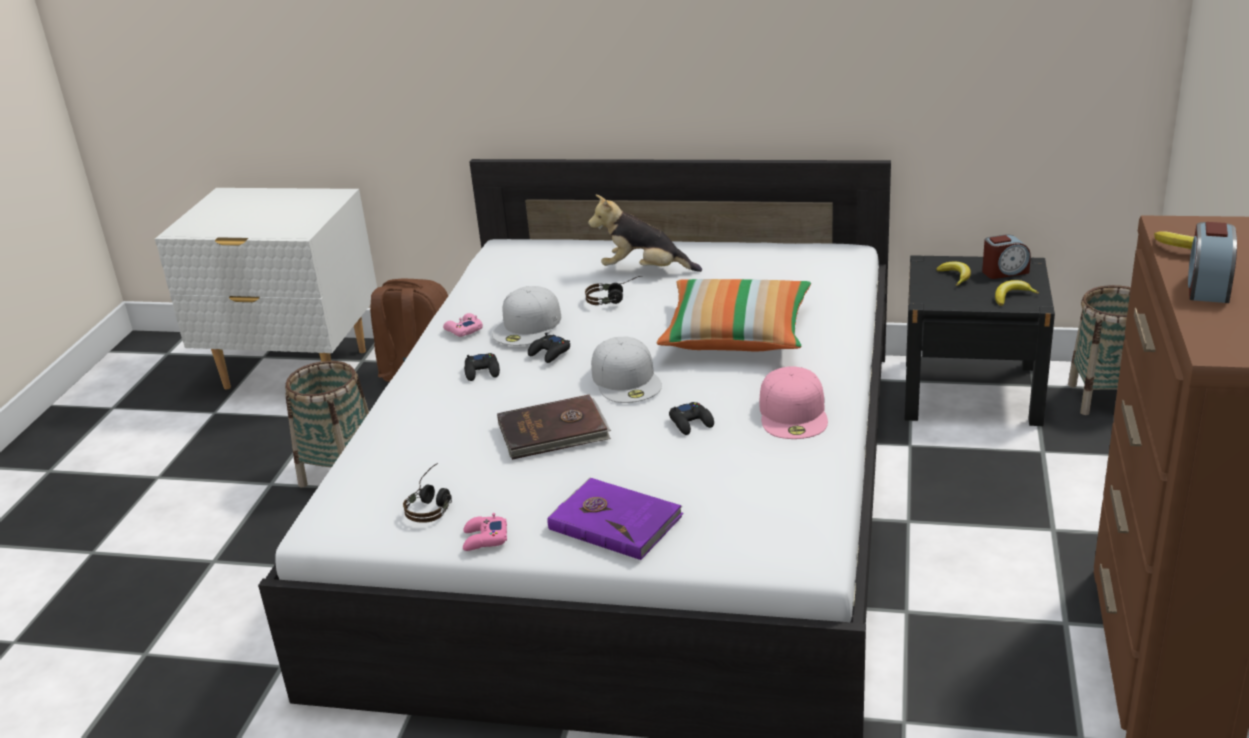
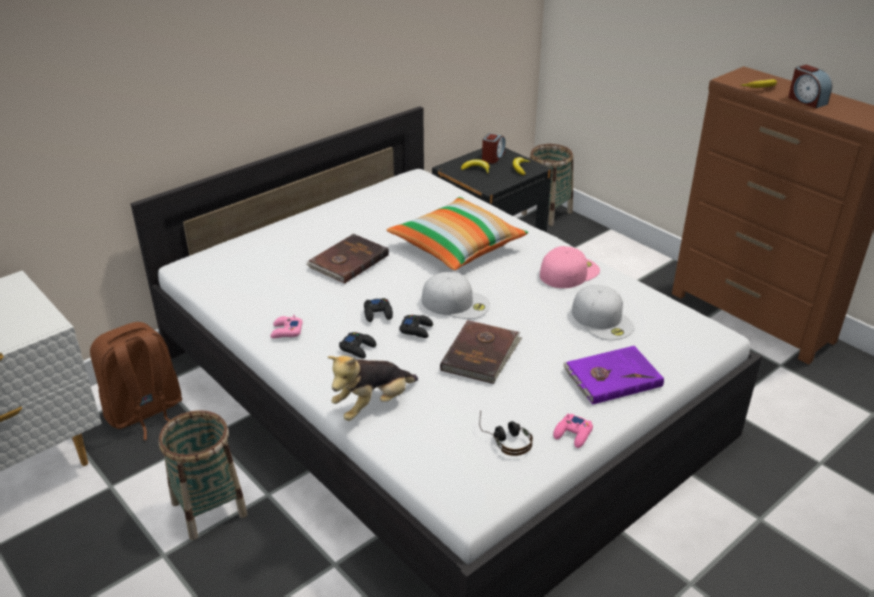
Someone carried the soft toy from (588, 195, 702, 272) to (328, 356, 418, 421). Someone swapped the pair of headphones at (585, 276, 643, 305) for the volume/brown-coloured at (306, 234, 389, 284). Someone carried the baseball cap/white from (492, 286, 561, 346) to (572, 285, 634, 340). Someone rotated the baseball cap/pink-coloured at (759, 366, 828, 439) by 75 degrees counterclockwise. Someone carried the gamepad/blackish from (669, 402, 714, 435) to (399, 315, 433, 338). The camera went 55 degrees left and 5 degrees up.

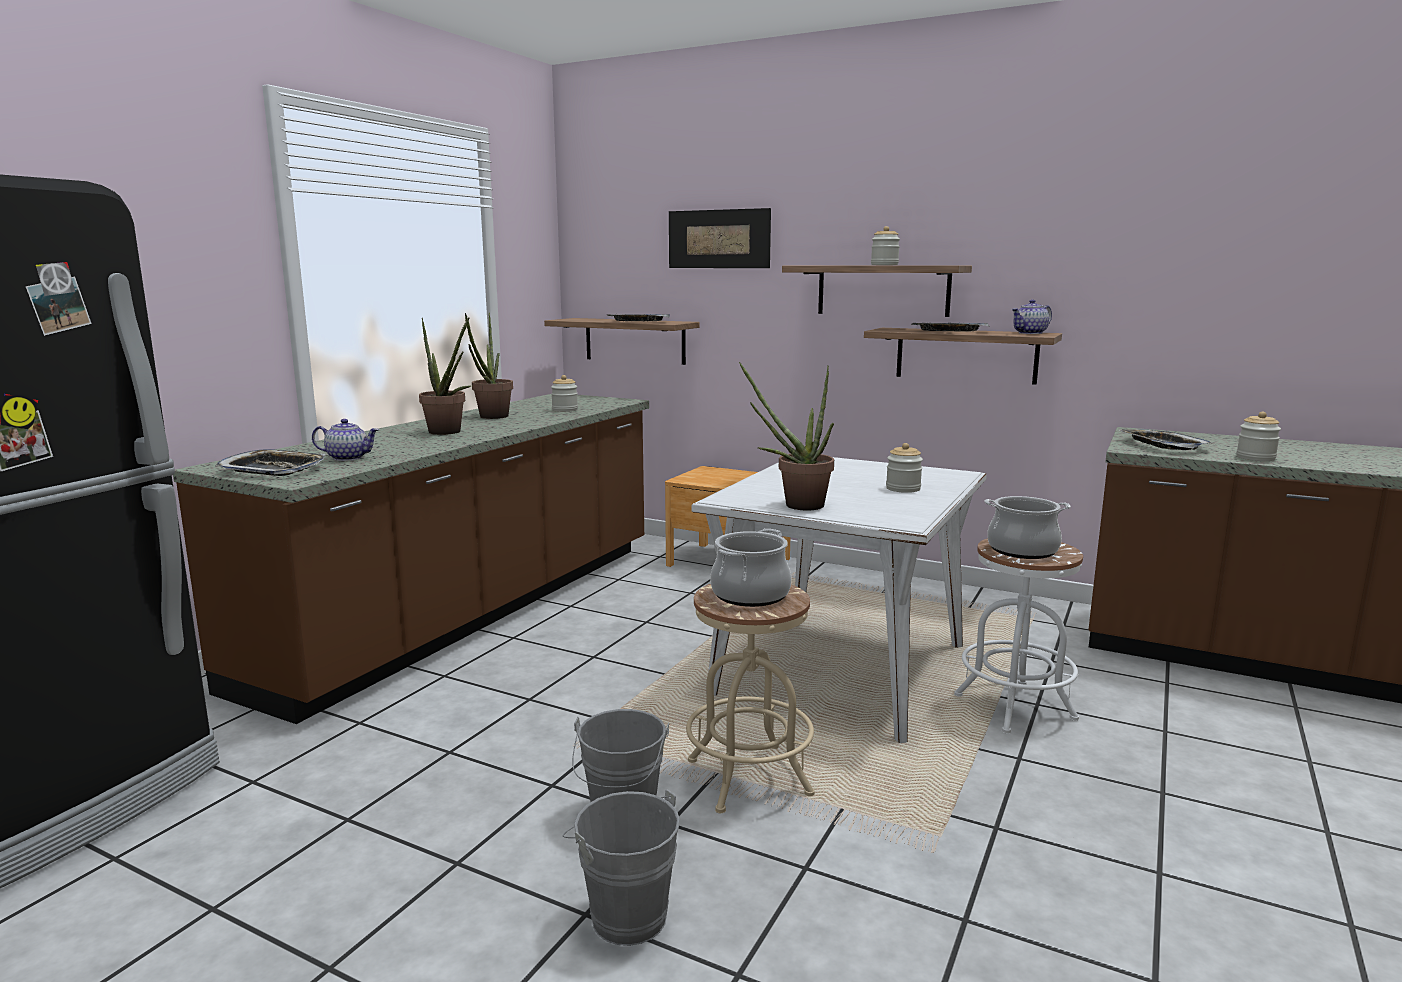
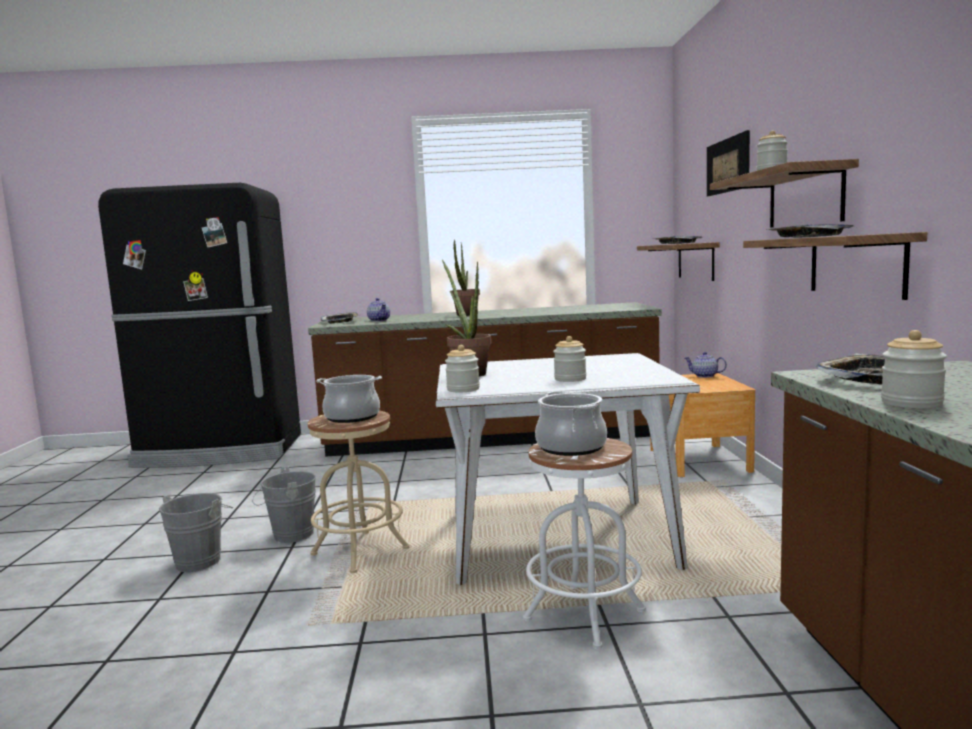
Someone carried the teapot from (1011, 300, 1052, 334) to (685, 352, 727, 378). Someone took away the plant in a pot at (465, 313, 513, 419). Someone carried the jar from (551, 375, 578, 412) to (445, 345, 480, 392). The camera went 60 degrees right and 5 degrees down.

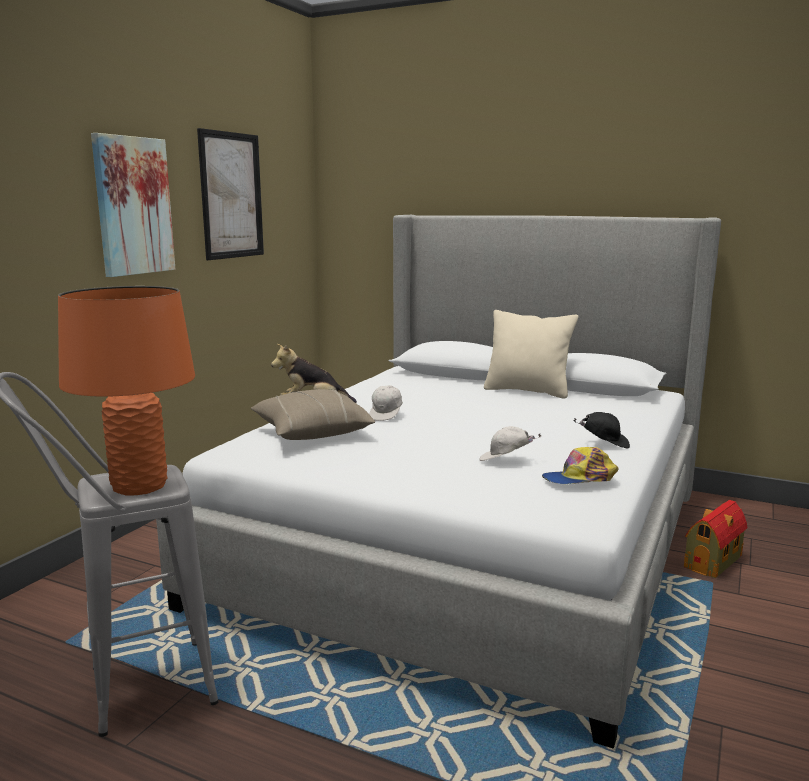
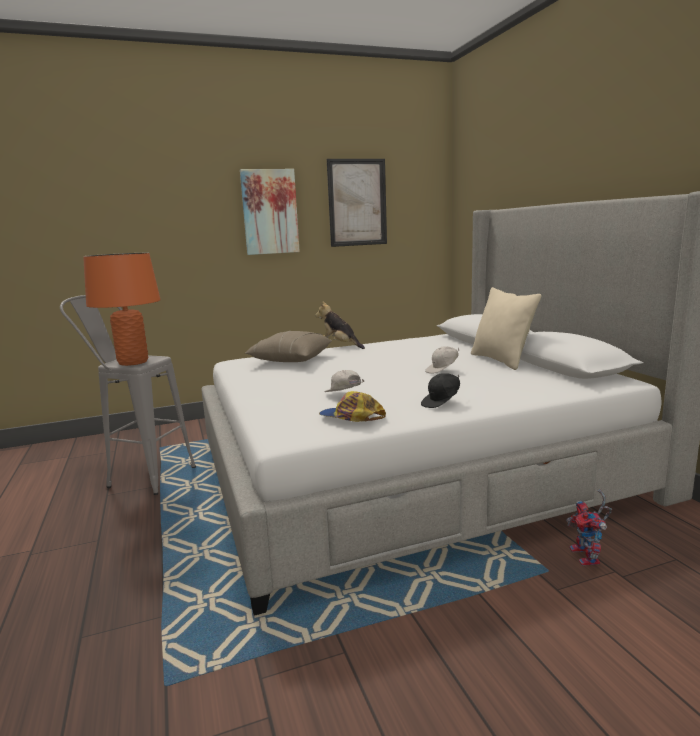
Someone carried the baseball cap/white from (369, 385, 403, 421) to (425, 346, 459, 374). Someone rotated the baseball cap/blackish at (574, 412, 630, 449) by 90 degrees clockwise. Someone swapped the miniature house at (684, 500, 747, 578) for the toy robot at (566, 489, 612, 566). The camera went 45 degrees right and 0 degrees up.

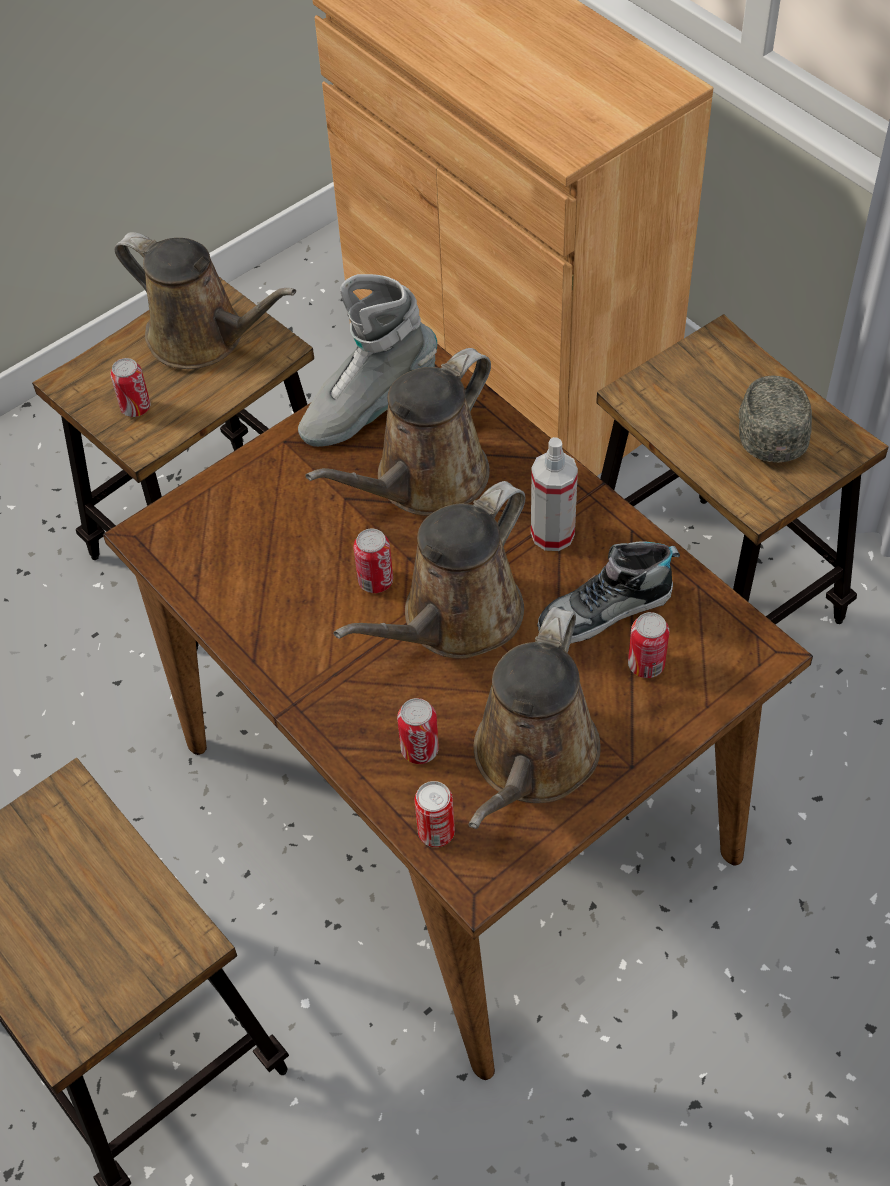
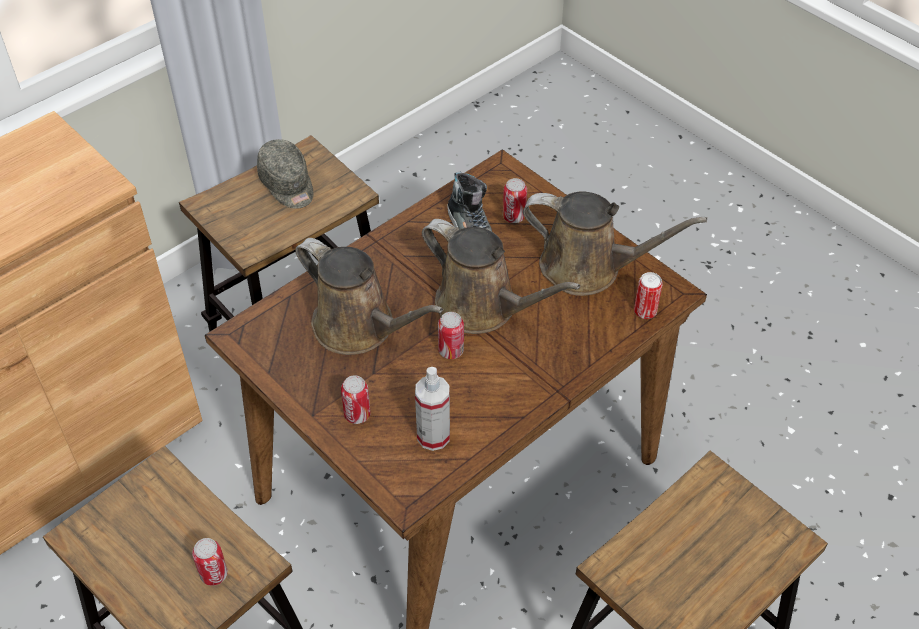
Someone took away the watering pot/brown-coloured at (115, 232, 296, 369). Someone took away the tall boot/gray at (298, 274, 437, 447). Someone rotated the baseball cap/gray at (739, 375, 812, 463) by 120 degrees counterclockwise. Someone carried the spray bottle from (531, 437, 578, 551) to (415, 367, 450, 451). Someone carried the can from (397, 698, 439, 764) to (341, 375, 371, 424). The camera went 95 degrees left and 5 degrees down.

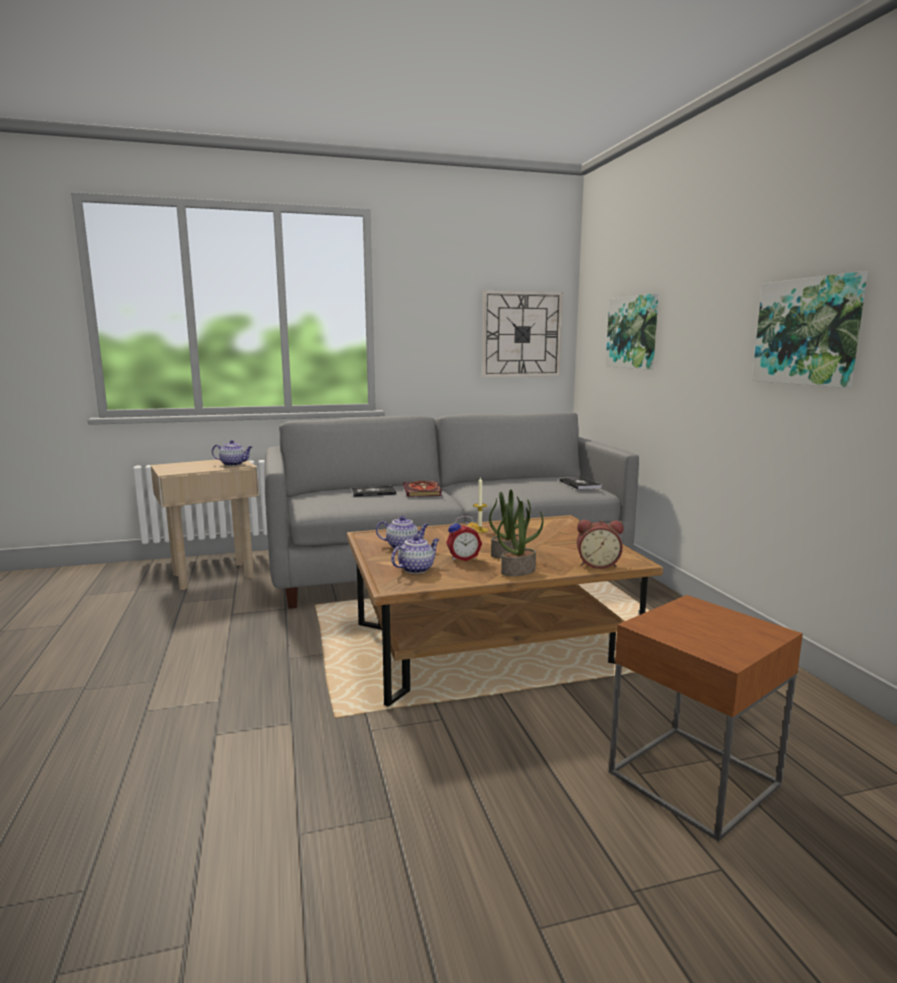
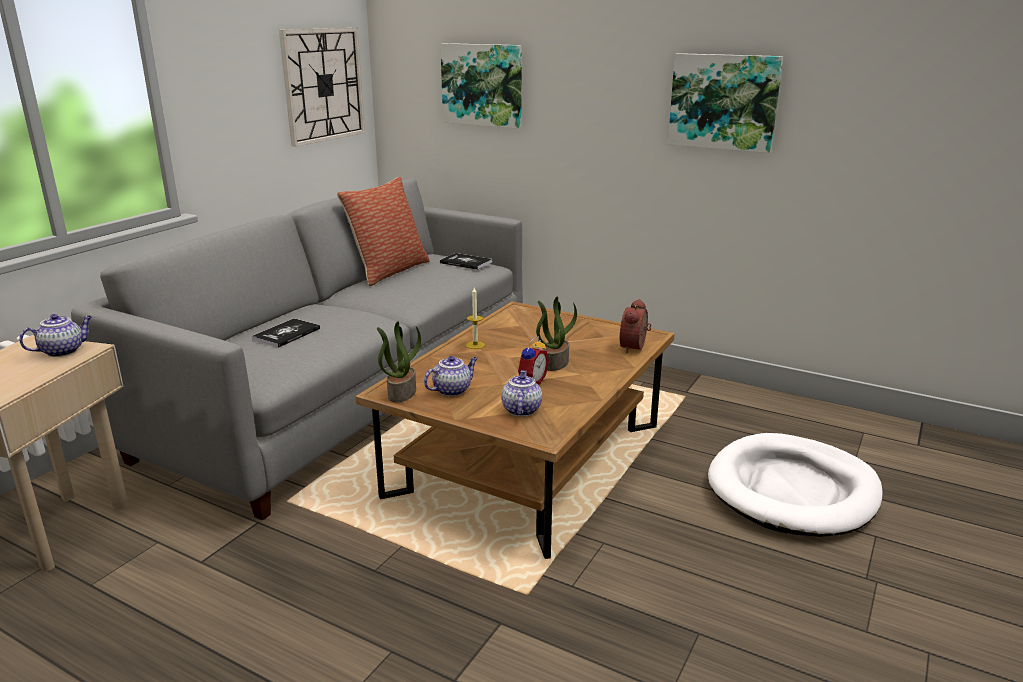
Someone took away the volume at (403, 481, 442, 497). Someone carried the plant in a pot from (497, 501, 543, 577) to (377, 321, 421, 402). Someone rotated the table clock at (577, 520, 623, 569) by 150 degrees clockwise. Someone swapped the end table/brown-coloured at (609, 595, 803, 842) for the dog cushion/white at (708, 433, 883, 537). Someone put down the throw pillow at (337, 177, 430, 286). The camera went 45 degrees left and 10 degrees up.

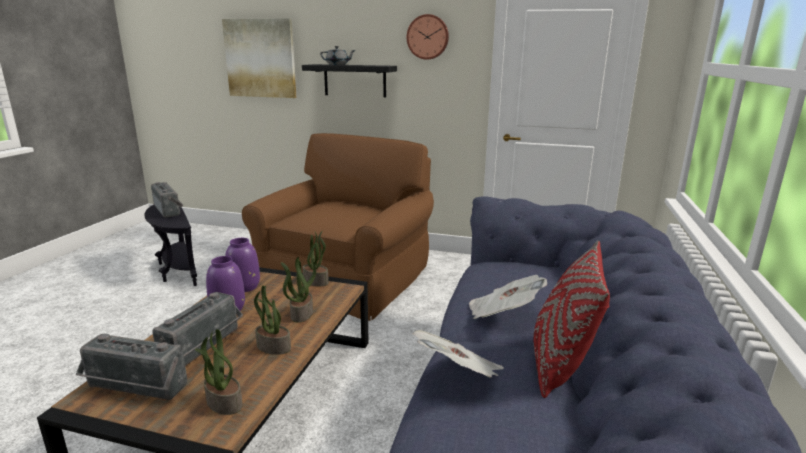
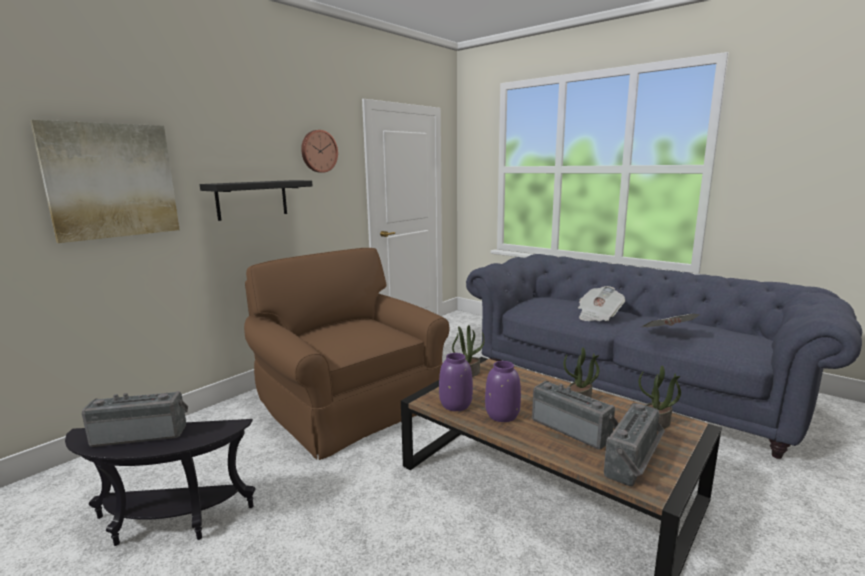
Someone took away the teapot/gray at (320, 46, 356, 65). Someone took away the throw pillow/red at (534, 241, 610, 398). Someone took away the plant in a pot at (281, 257, 316, 323). The camera went 65 degrees left and 5 degrees down.

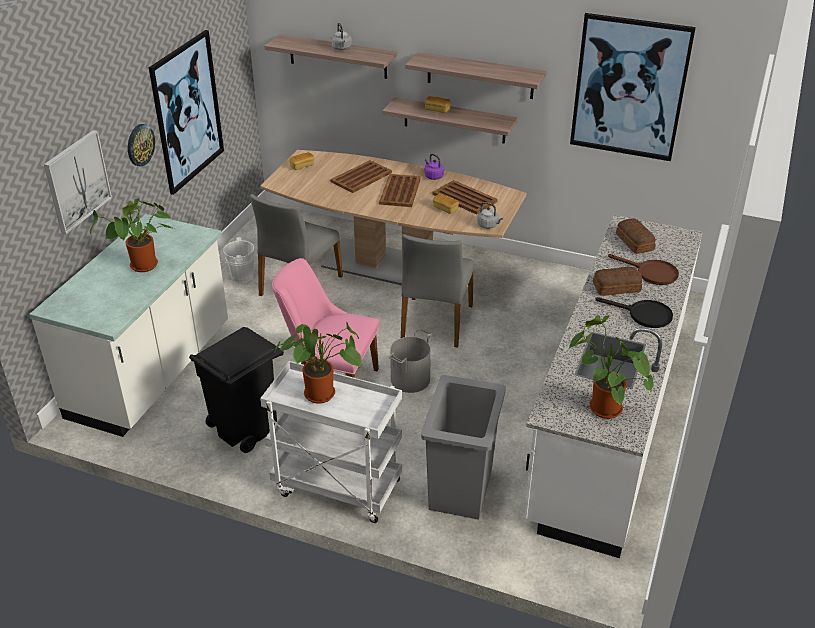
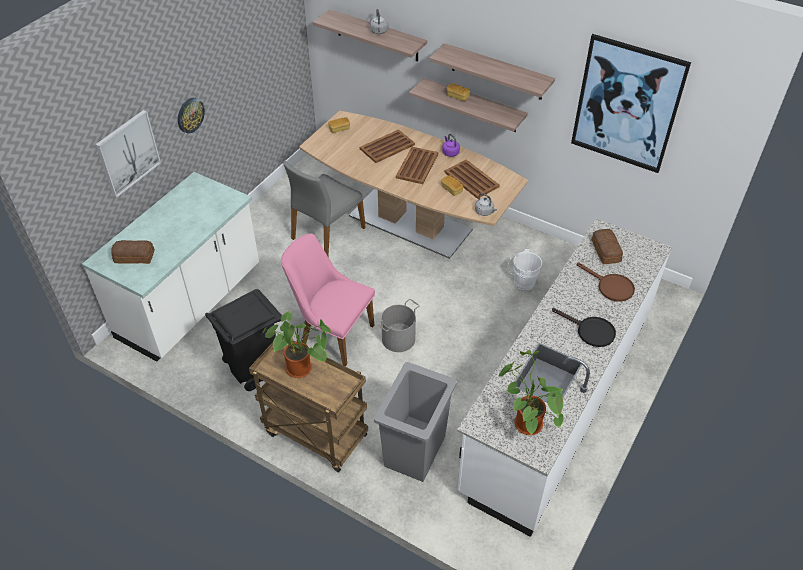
Someone took away the wall art at (149, 30, 224, 195). Someone took away the plant in a pot at (90, 198, 174, 272). Someone took away the upright chair/gray at (401, 234, 474, 348). Someone carried the water bucket/white from (219, 237, 255, 283) to (508, 249, 542, 290). Someone carried the bakery bread from (593, 267, 642, 296) to (111, 240, 155, 264). Someone repainted the cart/white at (260, 361, 402, 523), which became the cart/brown-coloured at (249, 335, 368, 472). The camera went 10 degrees right and 10 degrees up.

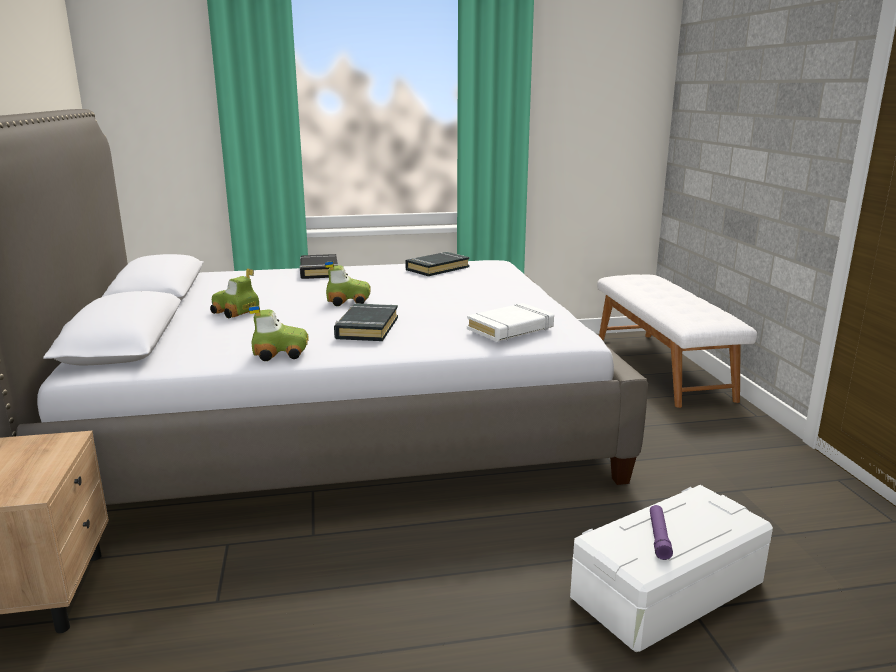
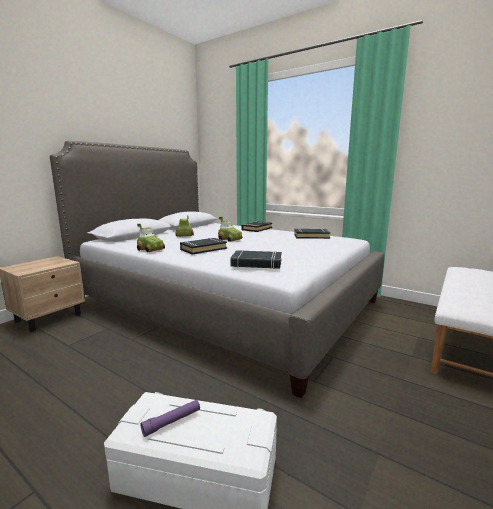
Someone repainted the volume/white at (467, 303, 554, 342), which became the volume/blackish at (230, 250, 282, 269). The camera went 45 degrees right and 5 degrees down.

